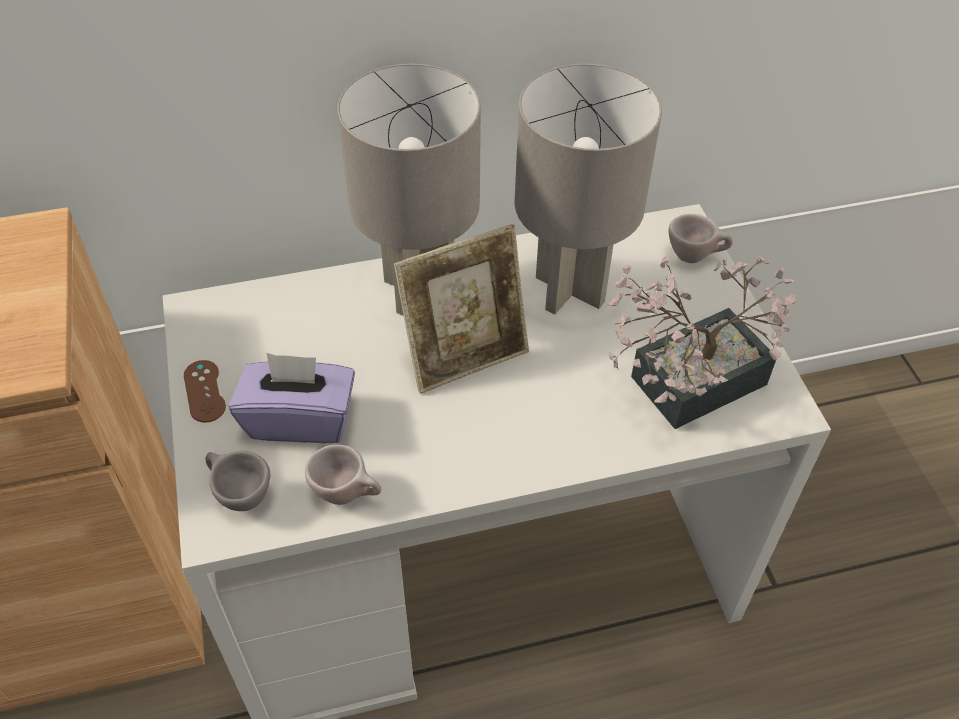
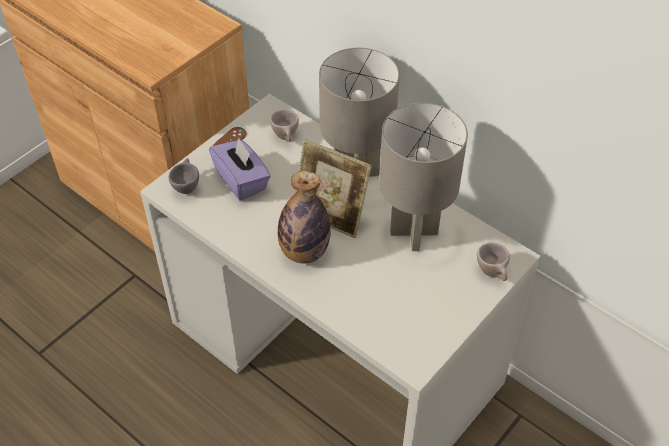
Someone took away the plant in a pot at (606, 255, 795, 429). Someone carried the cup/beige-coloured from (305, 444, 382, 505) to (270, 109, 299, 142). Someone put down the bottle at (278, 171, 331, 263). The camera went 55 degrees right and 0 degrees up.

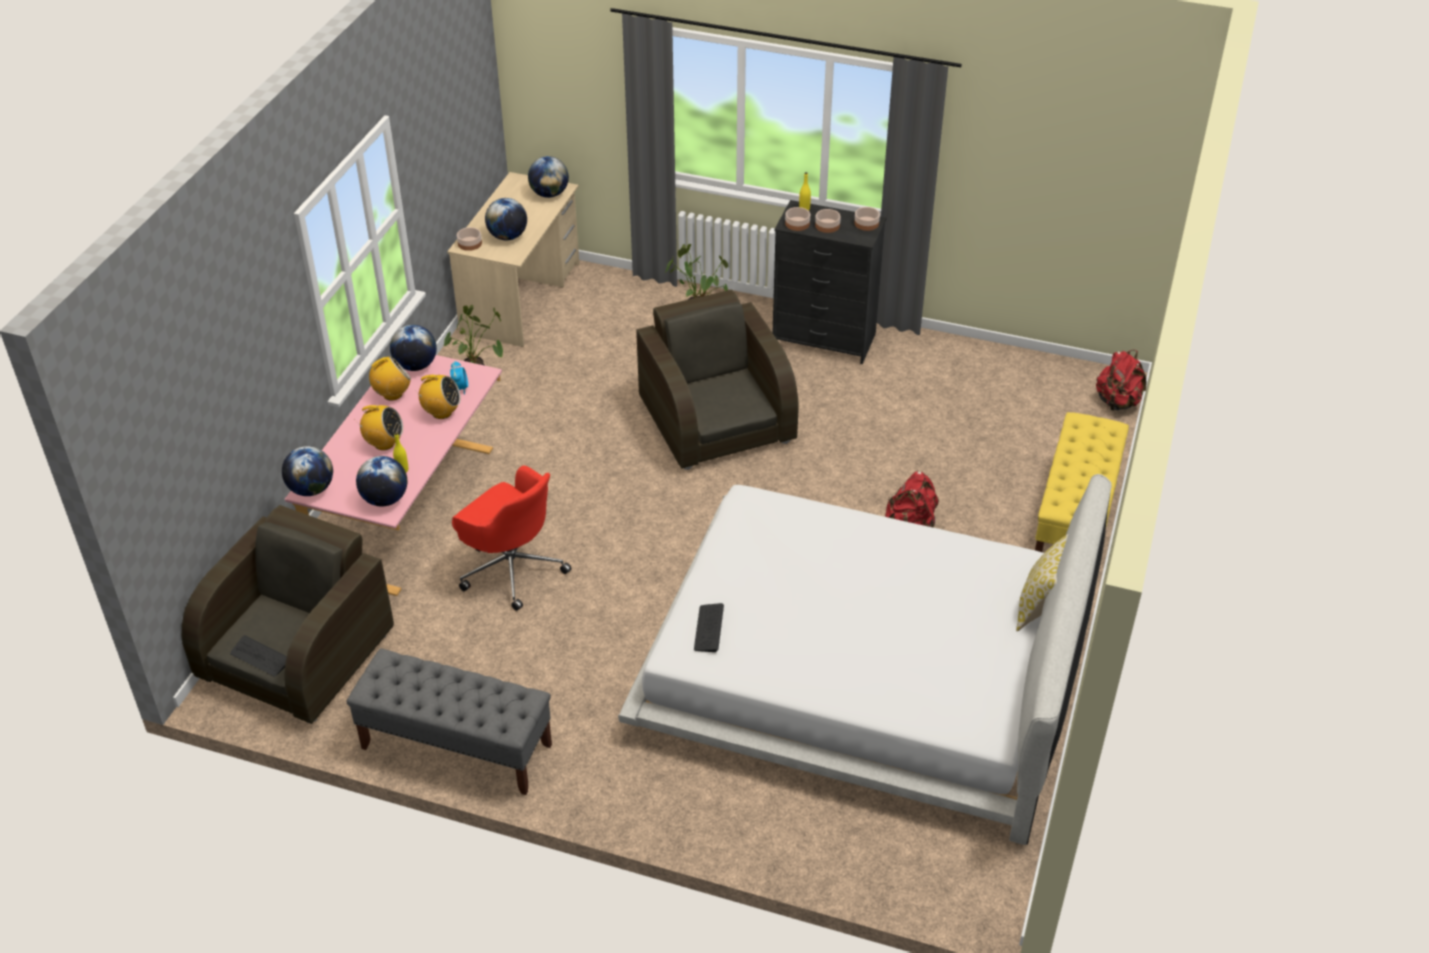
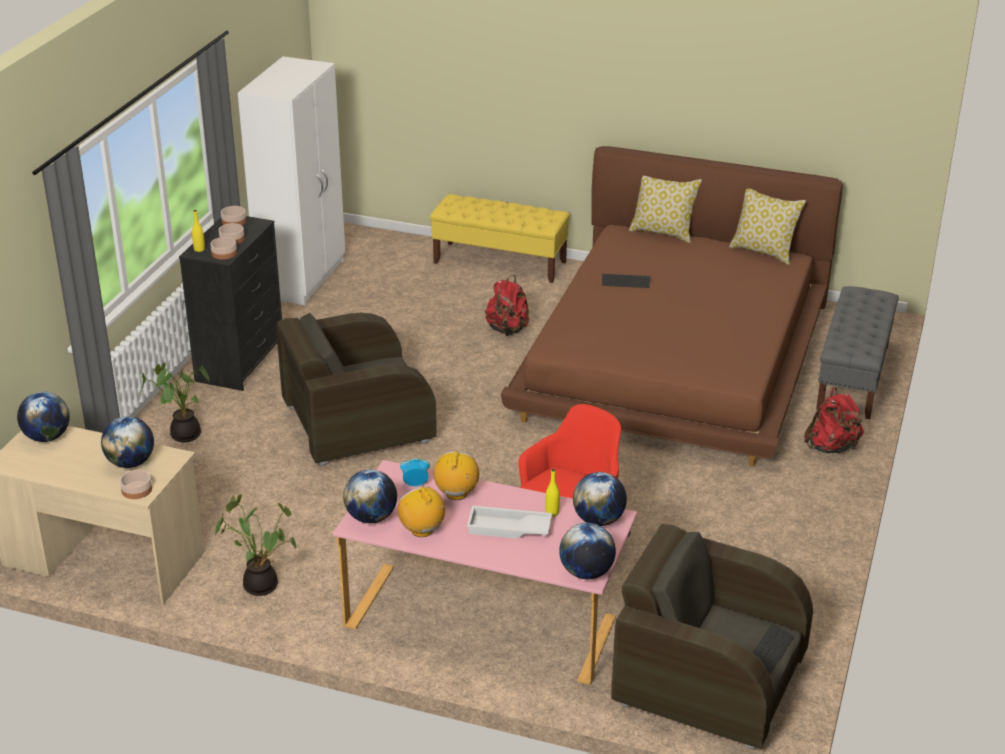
Someone carried the knapsack/red from (1096, 350, 1146, 411) to (804, 387, 863, 453). Someone swapped the radio set at (354, 405, 403, 450) for the tray/white at (467, 506, 552, 539). Someone repainted the sleeping bed/white at (618, 474, 1112, 845), which became the sleeping bed/brown-coloured at (501, 146, 843, 466). Someone carried the PC keyboard from (694, 603, 724, 652) to (602, 274, 651, 288). Someone carried the indoor bench/gray from (346, 648, 552, 795) to (816, 286, 899, 419). Someone put down the armoire/white at (238, 56, 345, 305). Someone put down the throw pillow at (729, 188, 806, 265). The camera went 90 degrees left and 10 degrees down.

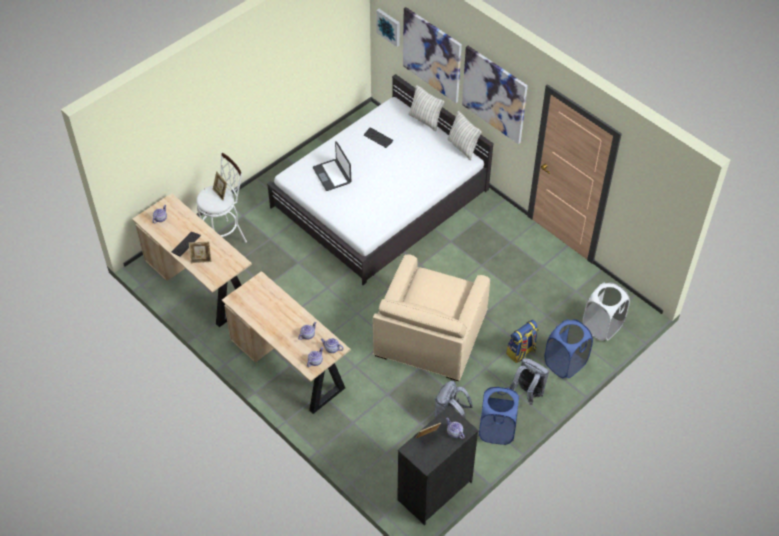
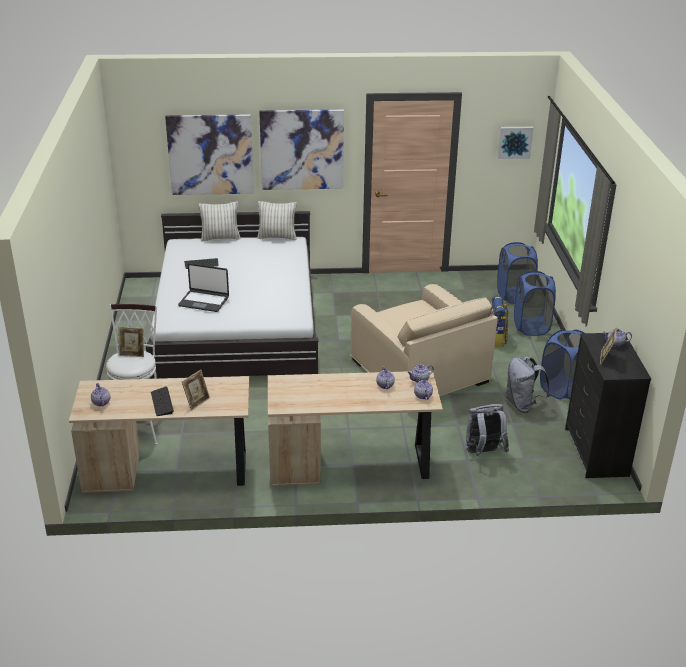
Someone carried the wall art from (376, 9, 400, 47) to (498, 127, 534, 159). Someone repainted the washing basket/white at (582, 282, 630, 341), which became the washing basket/bluish at (497, 242, 538, 304). Someone carried the knapsack/gray from (510, 358, 549, 405) to (466, 404, 509, 456). The camera went 50 degrees left and 20 degrees down.

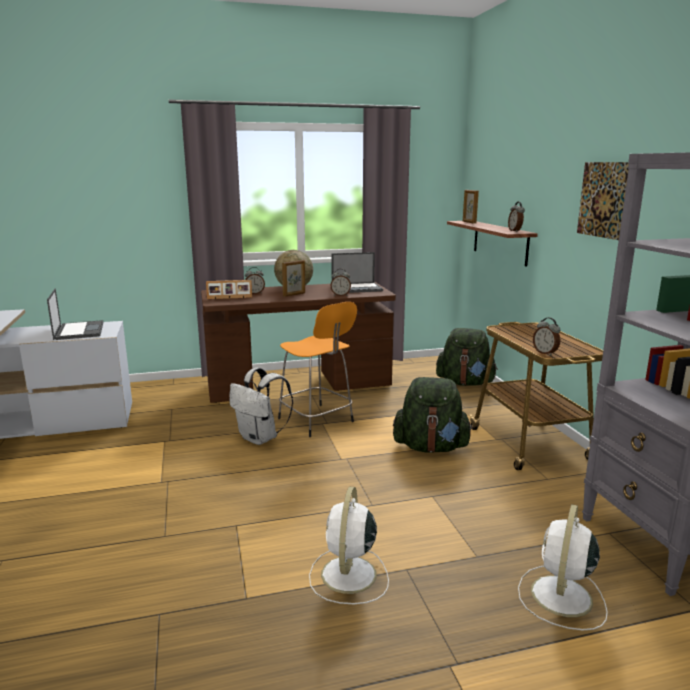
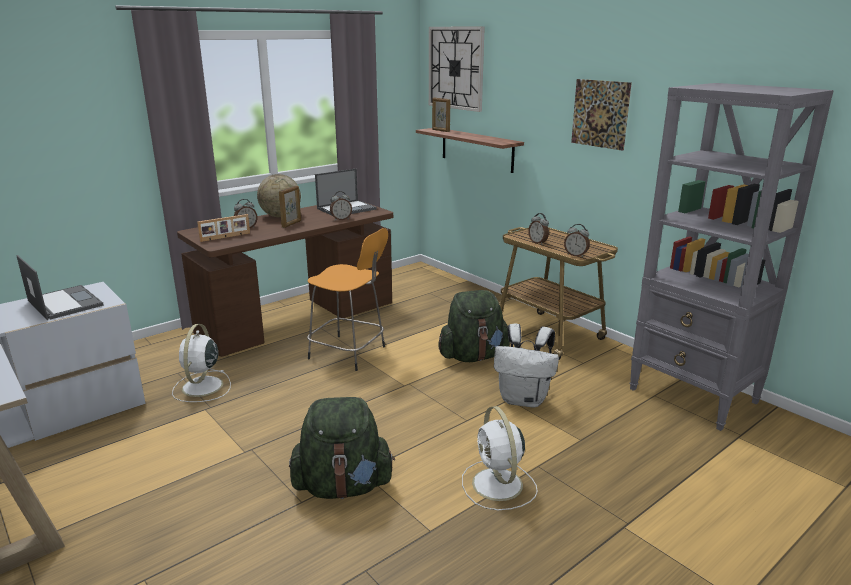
Someone carried the table clock from (508, 202, 525, 232) to (528, 213, 549, 245). Someone carried the knapsack/greenish from (436, 328, 498, 386) to (289, 397, 395, 499). Someone carried the knapsack/white from (229, 368, 293, 445) to (494, 324, 559, 407). Someone carried the electric fan/white from (518, 504, 608, 630) to (172, 324, 231, 402). Someone put up the clock on the wall at (429, 26, 485, 112). The camera went 25 degrees left and 5 degrees up.

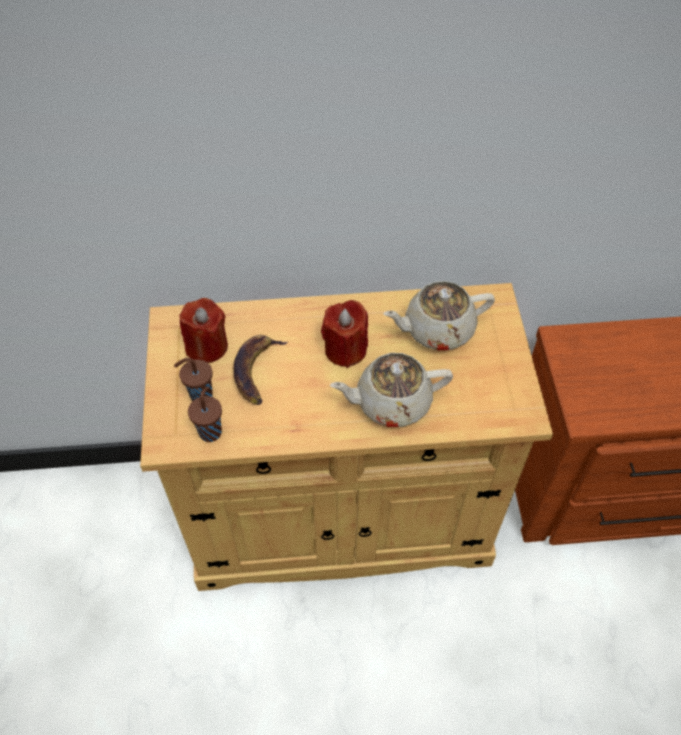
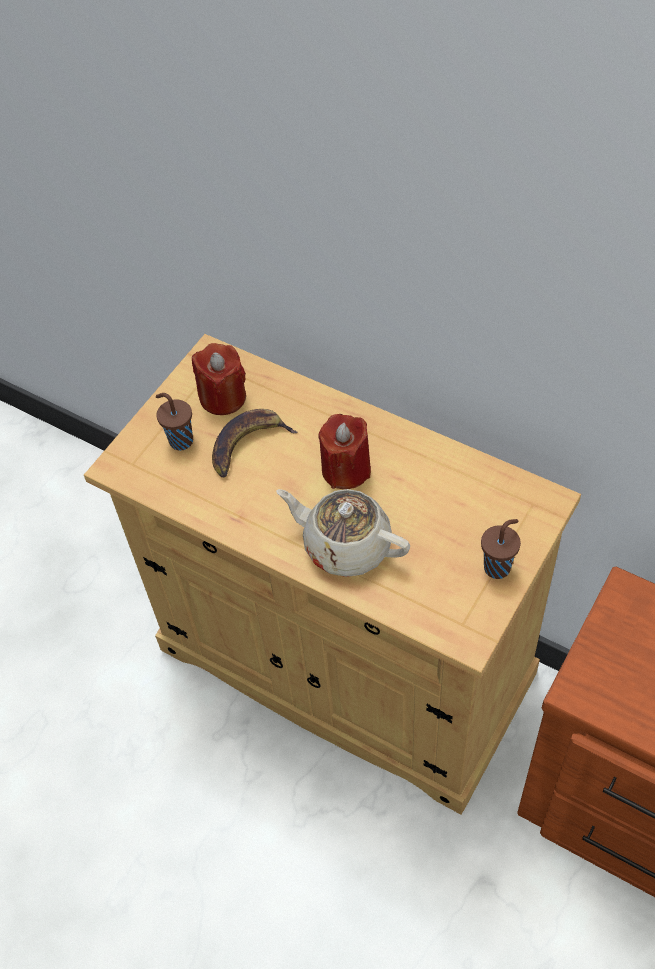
Someone took away the teapot/beige-coloured at (383, 281, 495, 350). Someone carried the cup/brown-coloured from (188, 386, 222, 442) to (481, 519, 521, 579). The camera went 40 degrees right and 0 degrees up.

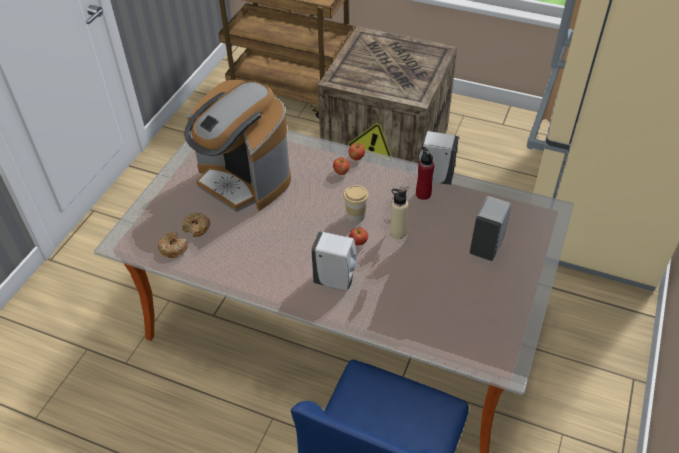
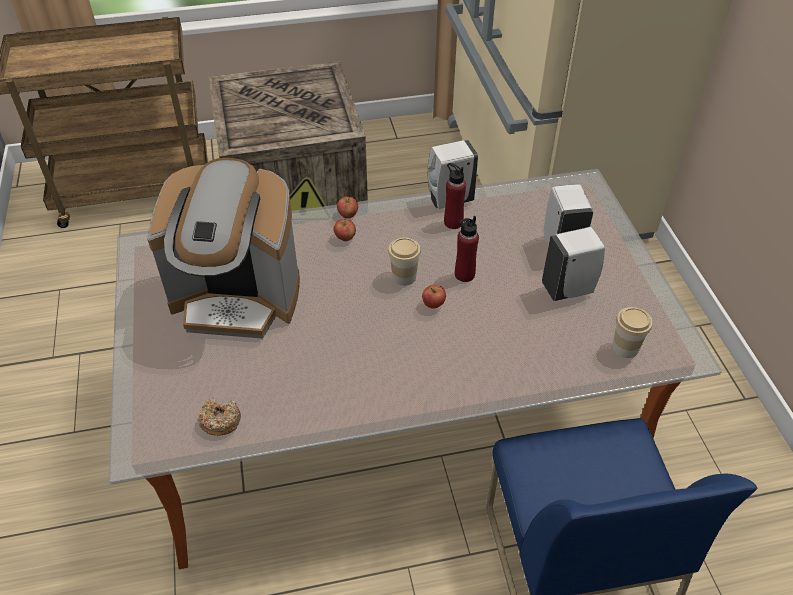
Someone repainted the bottle/beige-coloured at (390, 189, 408, 239), which became the bottle/red at (455, 216, 479, 282). Someone took away the ring doughnut at (182, 212, 210, 237). Someone carried the soap bottle/white from (311, 231, 356, 291) to (542, 227, 605, 301). Someone put down the cup at (612, 307, 652, 358). The camera went 35 degrees left and 0 degrees up.

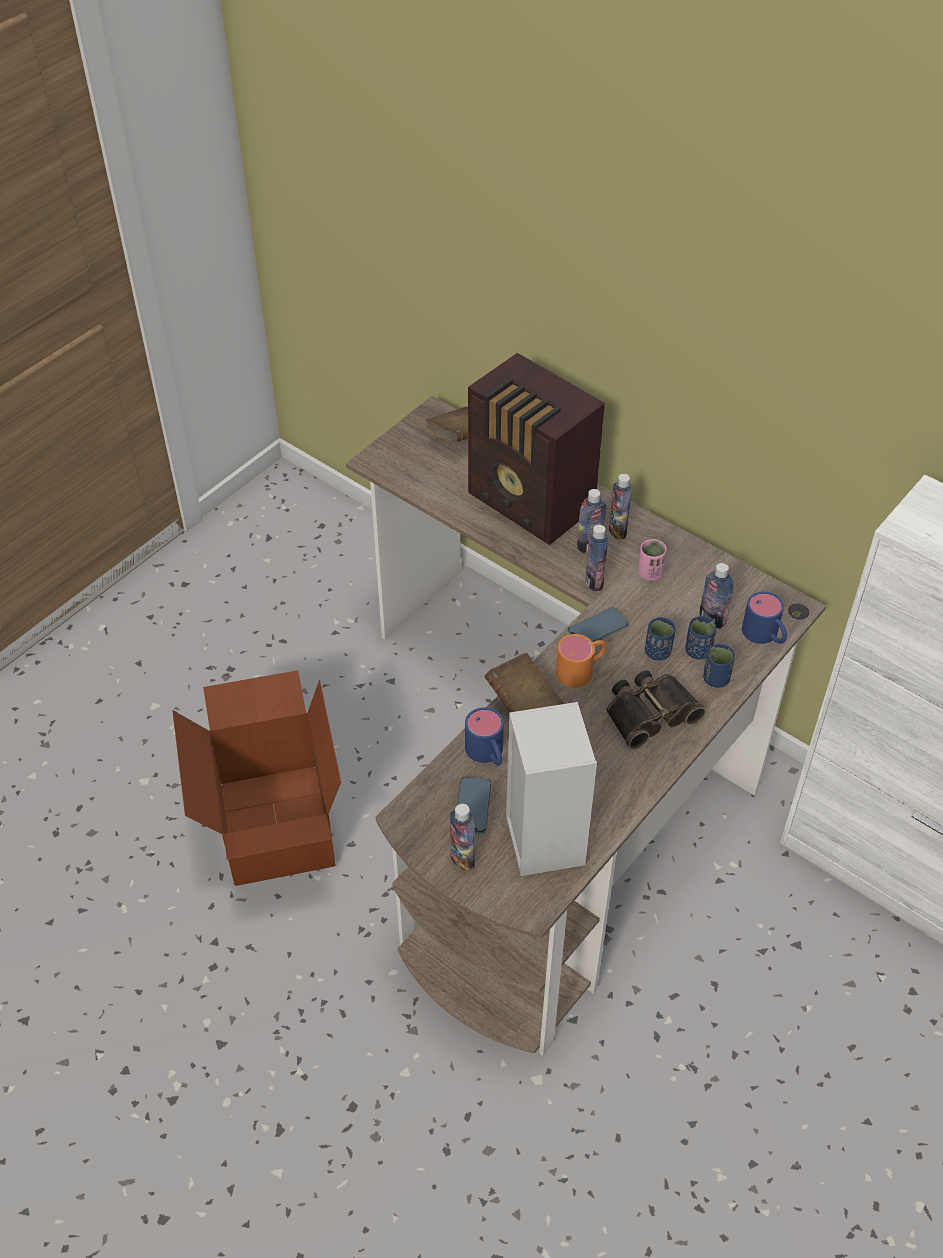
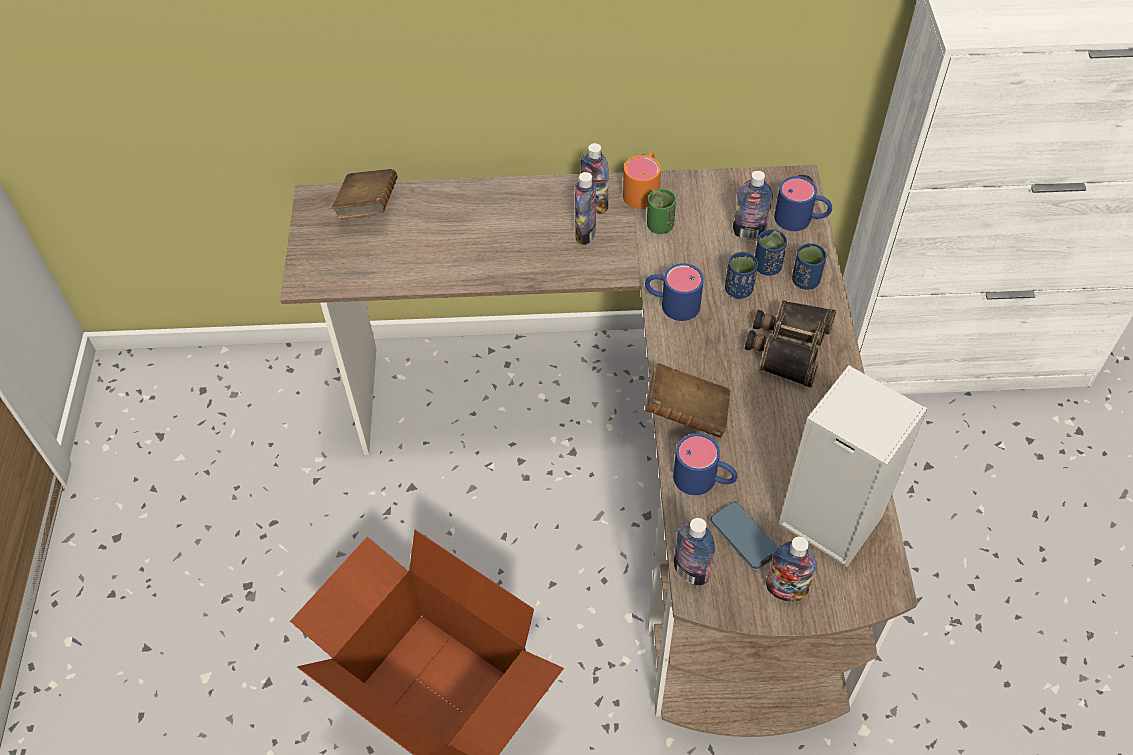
Someone took away the radio set at (468, 353, 605, 545). Someone carried the bottle from (585, 525, 608, 591) to (674, 518, 715, 586). Someone repainted the cup/pink-coloured at (638, 539, 667, 581), which became the cup/greenish at (647, 189, 676, 234). Someone swapped the handset at (568, 607, 628, 642) for the coffee mug/bluish at (645, 263, 704, 321). Someone carried the coffee mug/orange from (556, 634, 607, 688) to (623, 152, 661, 209). The camera went 40 degrees left and 5 degrees up.

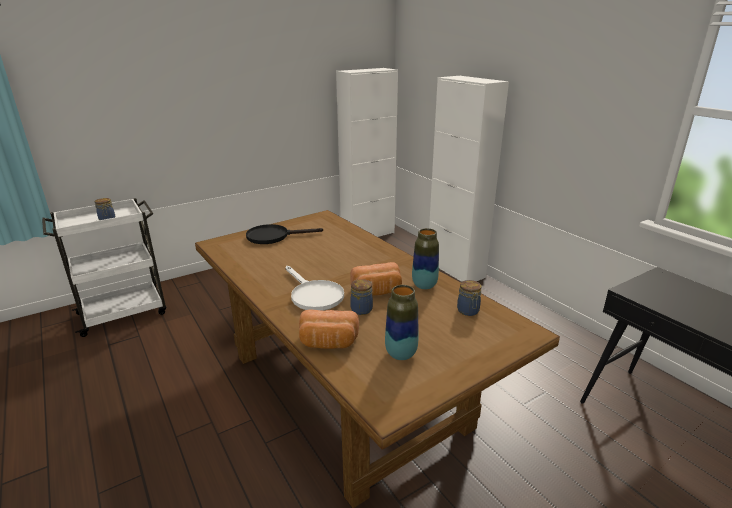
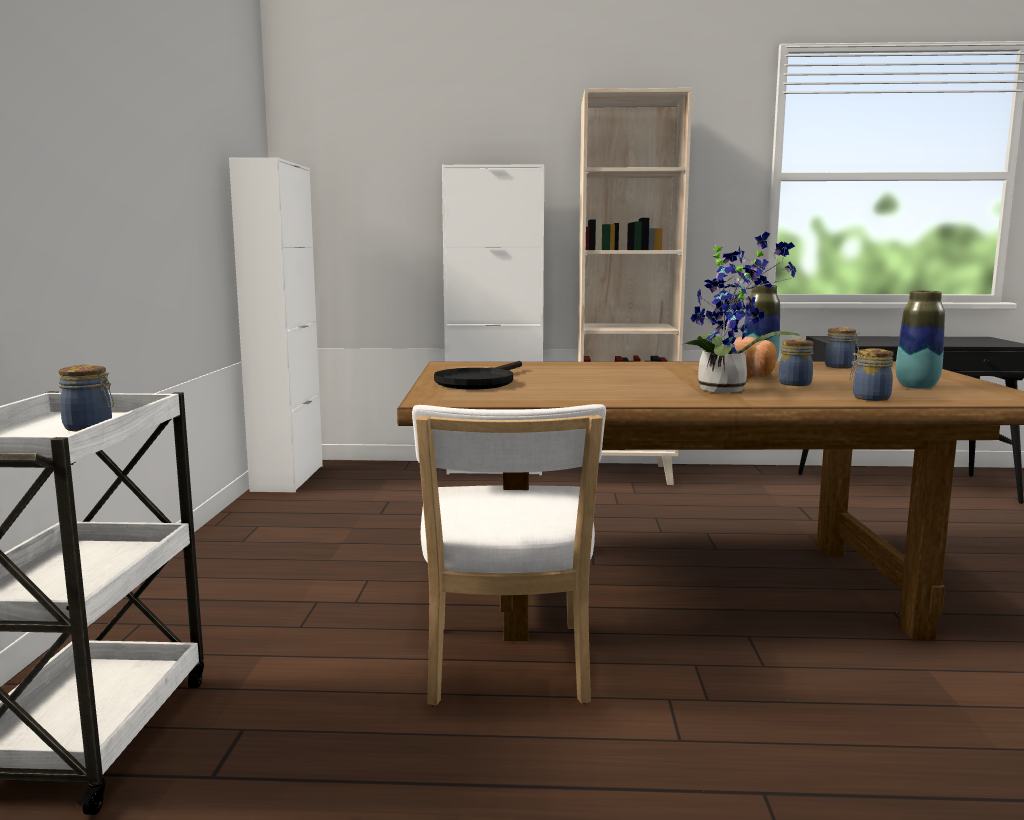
Someone swapped the frying pan/white at (285, 266, 344, 311) for the plant in a pot at (683, 231, 801, 393). Someone swapped the bakery bread at (299, 310, 359, 349) for the jar at (850, 348, 894, 401). Someone put down the bookshelf/beige-coloured at (577, 88, 693, 485). Someone put down the upright chair/white at (412, 404, 606, 706). The camera went 55 degrees left and 15 degrees down.

